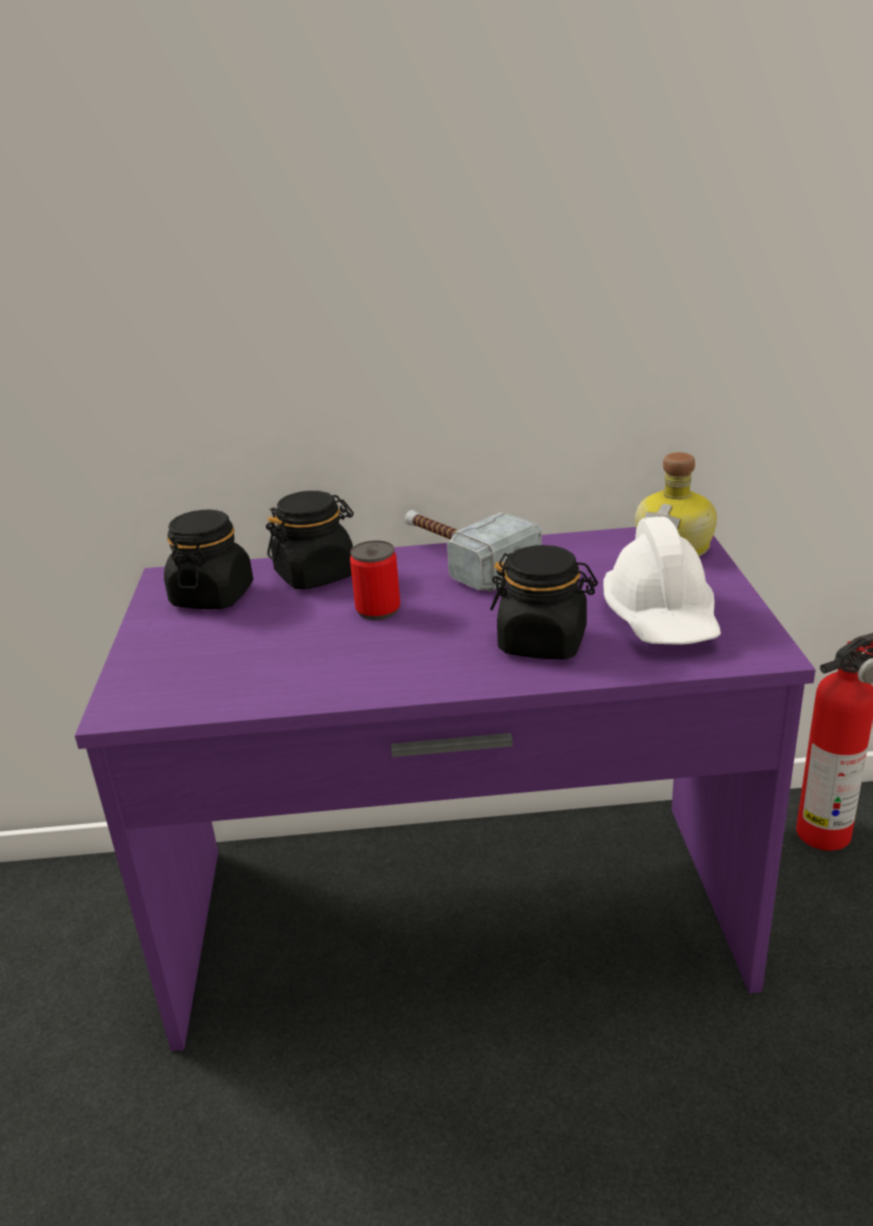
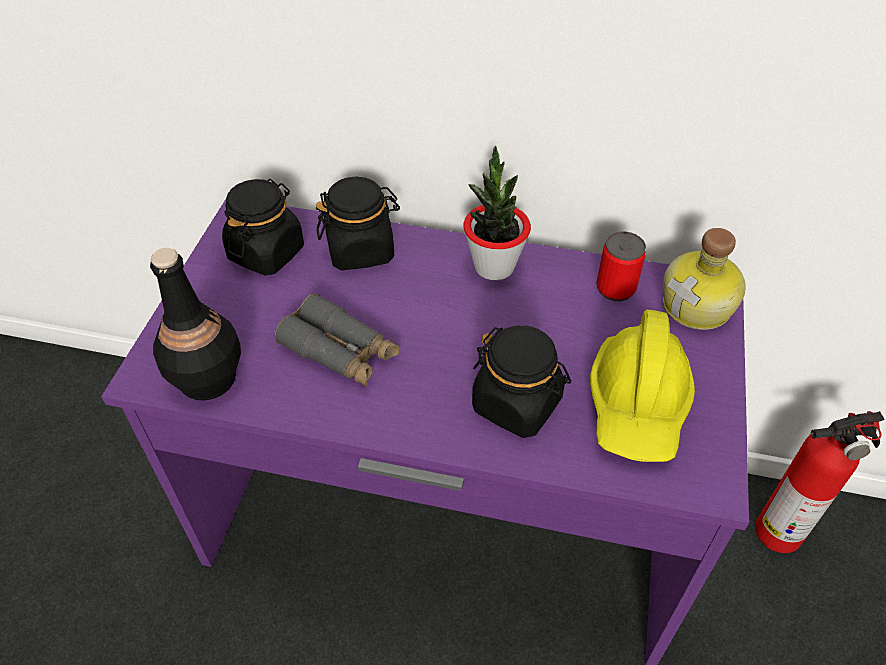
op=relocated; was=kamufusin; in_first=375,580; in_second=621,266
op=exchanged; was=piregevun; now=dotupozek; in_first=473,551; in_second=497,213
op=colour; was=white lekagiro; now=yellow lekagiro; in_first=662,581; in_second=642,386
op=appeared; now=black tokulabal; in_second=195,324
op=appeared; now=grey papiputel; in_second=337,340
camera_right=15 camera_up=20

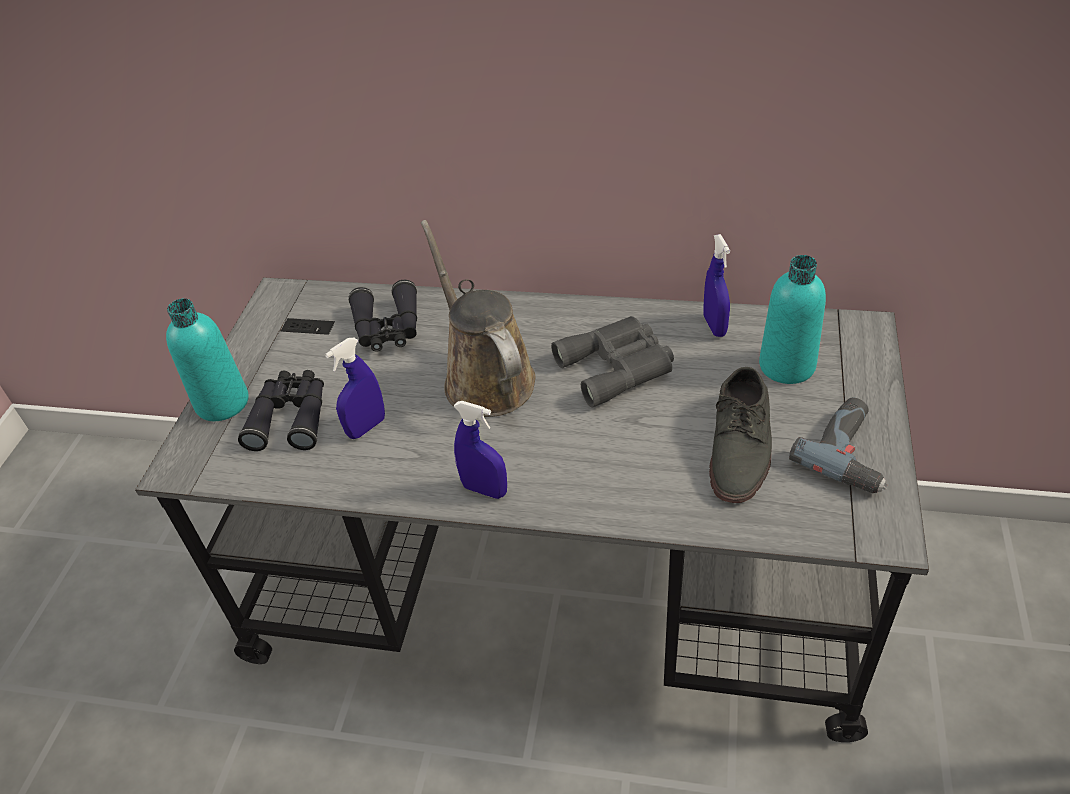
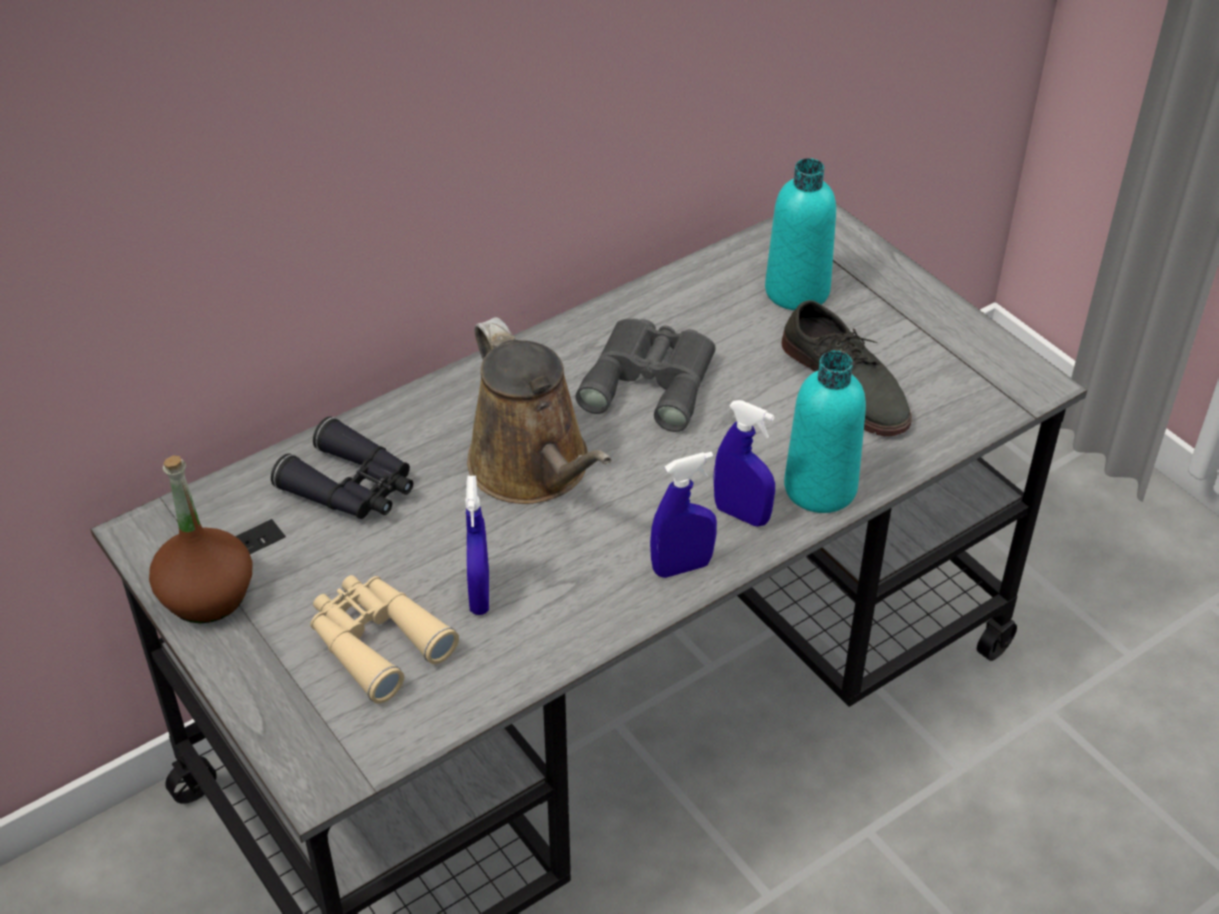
op=relocated; was=turquoise tokulabal; in_first=207,359; in_second=825,432
op=colour; was=black papiputel; now=beige papiputel; in_first=281,410; in_second=384,639
op=spun; was=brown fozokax; in_first=478,318; in_second=539,410; clockwise=-135
op=relocated; was=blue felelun; in_first=716,285; in_second=744,463
op=missing; was=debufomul; in_first=838,445
op=appeared; now=brown tokulabal; in_second=200,539
camera_right=-50 camera_up=0

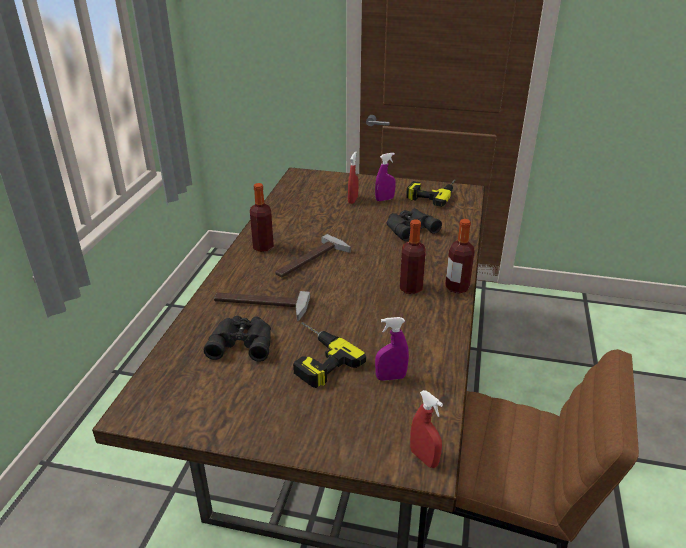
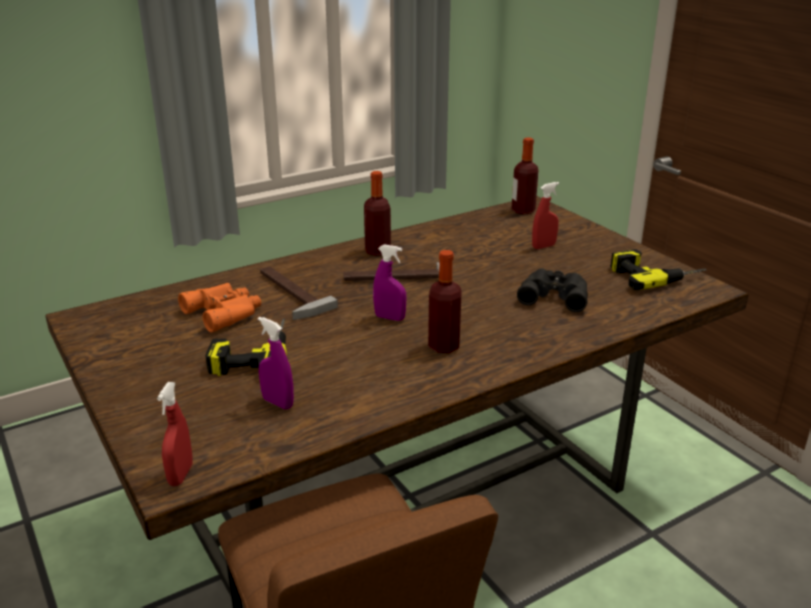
op=colour; was=black papiputel; now=orange papiputel; in_first=237,338; in_second=219,308
op=relocated; was=purple felelun; in_first=385,177; in_second=389,282
op=relocated; was=tokulabal; in_first=460,256; in_second=525,176
camera_right=45 camera_up=-5

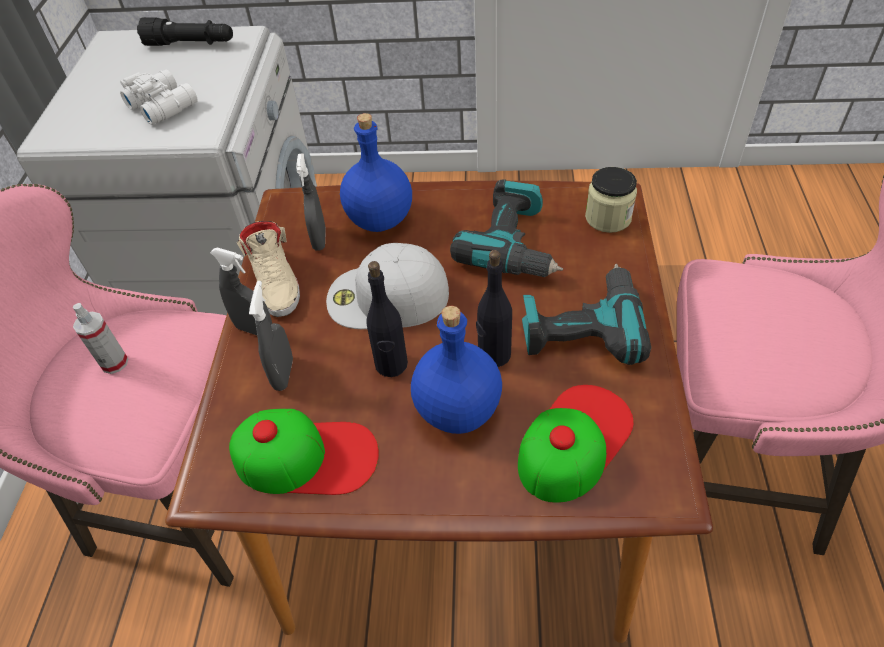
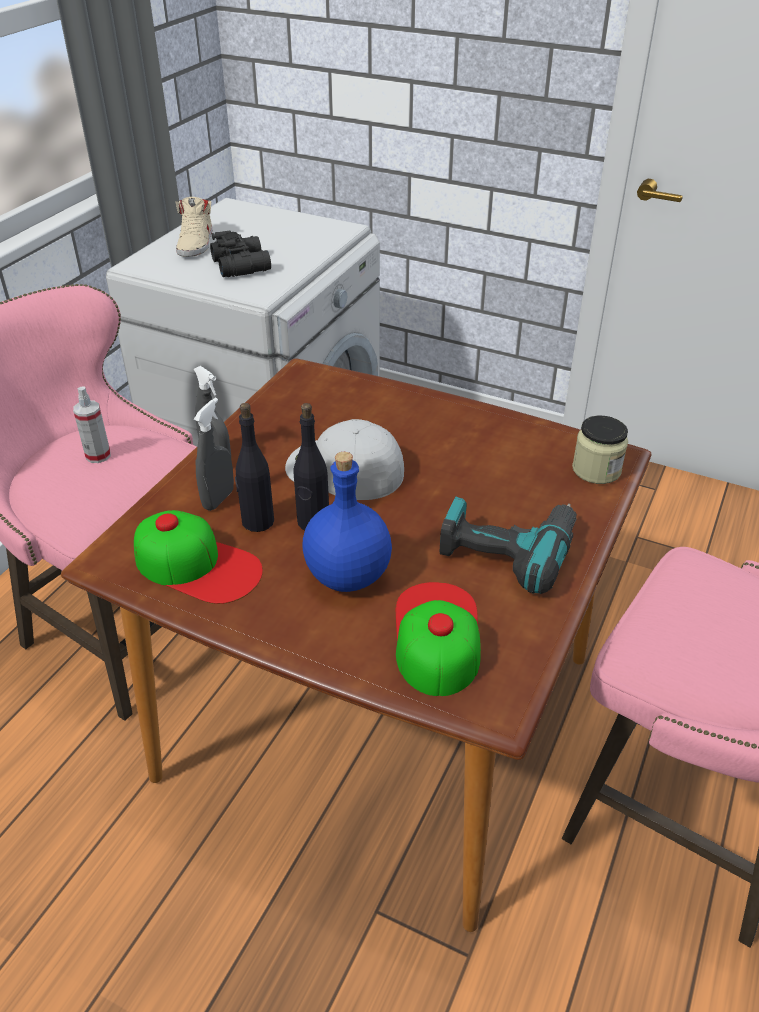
op=colour; was=white papiputel; now=black papiputel; in_first=159,97; in_second=240,254
op=missing; was=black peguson; in_first=185,31
op=relocated; was=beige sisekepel; in_first=268,269; in_second=193,227
op=missing; was=grey felelun; in_first=311,202
op=missing; was=blue tokulabal; in_first=376,172
op=missing; was=debufomul; in_first=506,228
op=relocated; was=black tokulabal; in_first=494,308; in_second=254,467
op=spun; was=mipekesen; in_first=576,444; in_second=438,639; clockwise=-60
camera_right=20 camera_up=-10

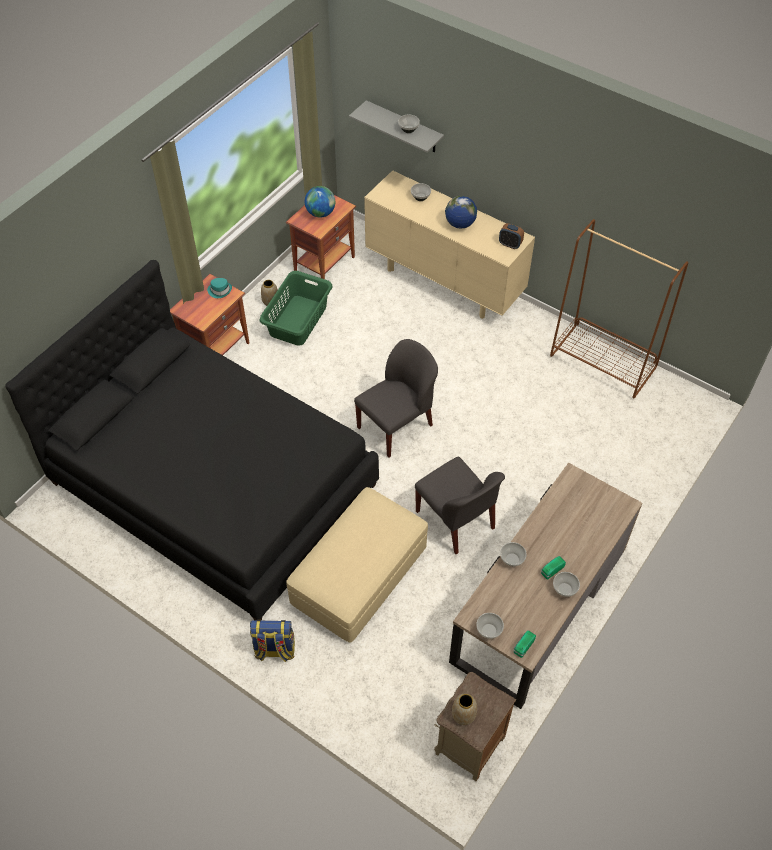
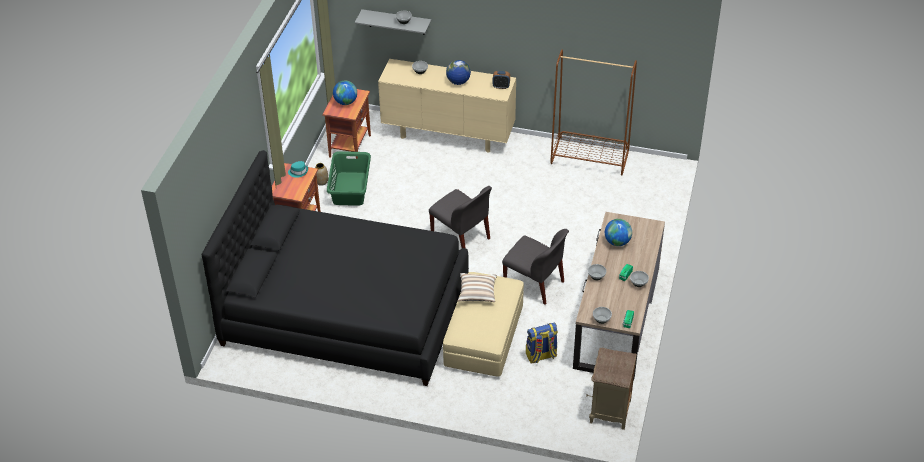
op=relocated; was=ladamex; in_first=272,641; in_second=542,343
op=spun; was=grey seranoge; in_first=396,398; in_second=460,217; clockwise=105
op=missing; was=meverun; in_first=464,709
op=appeared; now=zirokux; in_second=477,287
op=appeared; now=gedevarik; in_second=618,232
camera_right=-20 camera_up=-10

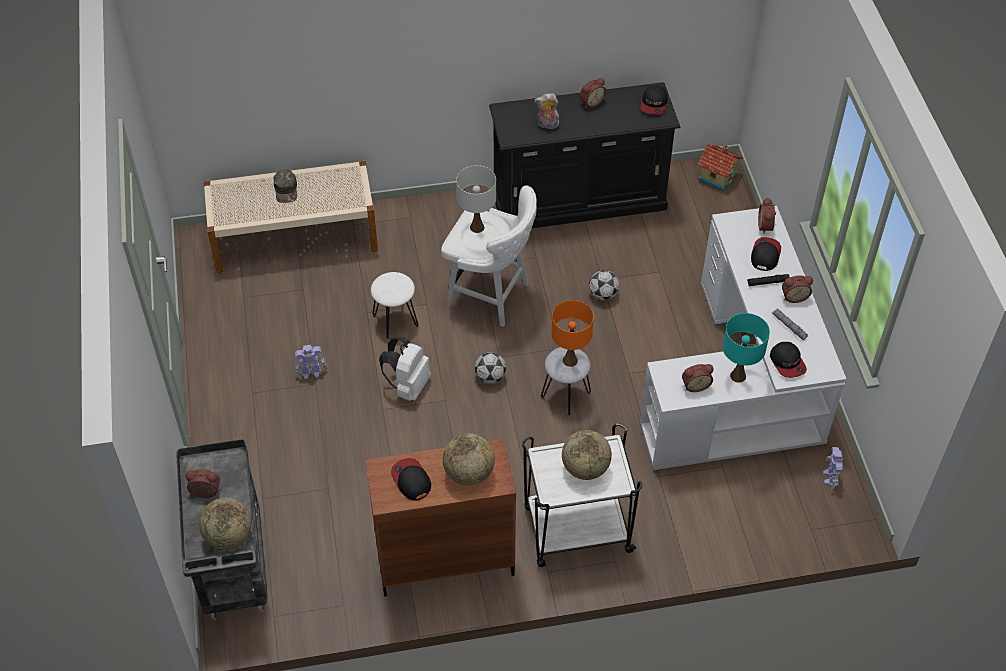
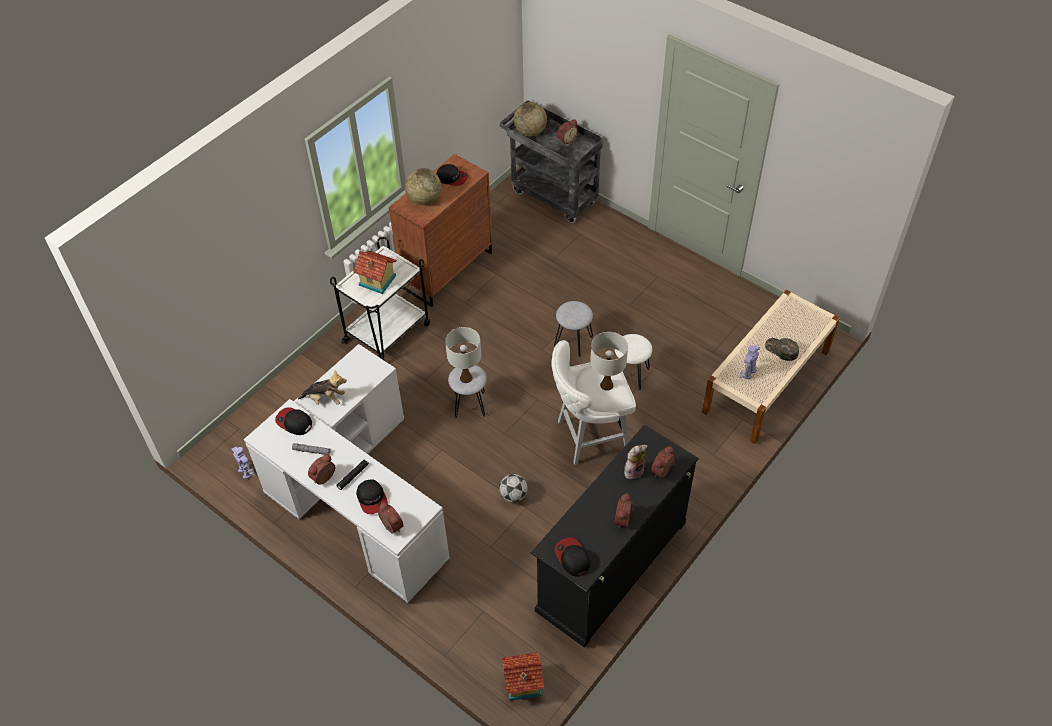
op=relocated; was=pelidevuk; in_first=311,362; in_second=750,362
op=exchanged; was=white ladamex; now=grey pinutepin; in_first=405,369; in_second=573,329
op=missing; was=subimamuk; in_first=490,368
op=colour; was=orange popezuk; now=white popezuk; in_first=572,333; in_second=463,355
op=exchanged; was=gedevarik; now=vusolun; in_first=587,455; in_second=375,272
op=relocated; was=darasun; in_first=698,378; in_second=663,462
op=exchanged; was=turquoise popezuk; now=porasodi; in_first=746,348; in_second=322,387
camera_right=140 camera_up=0

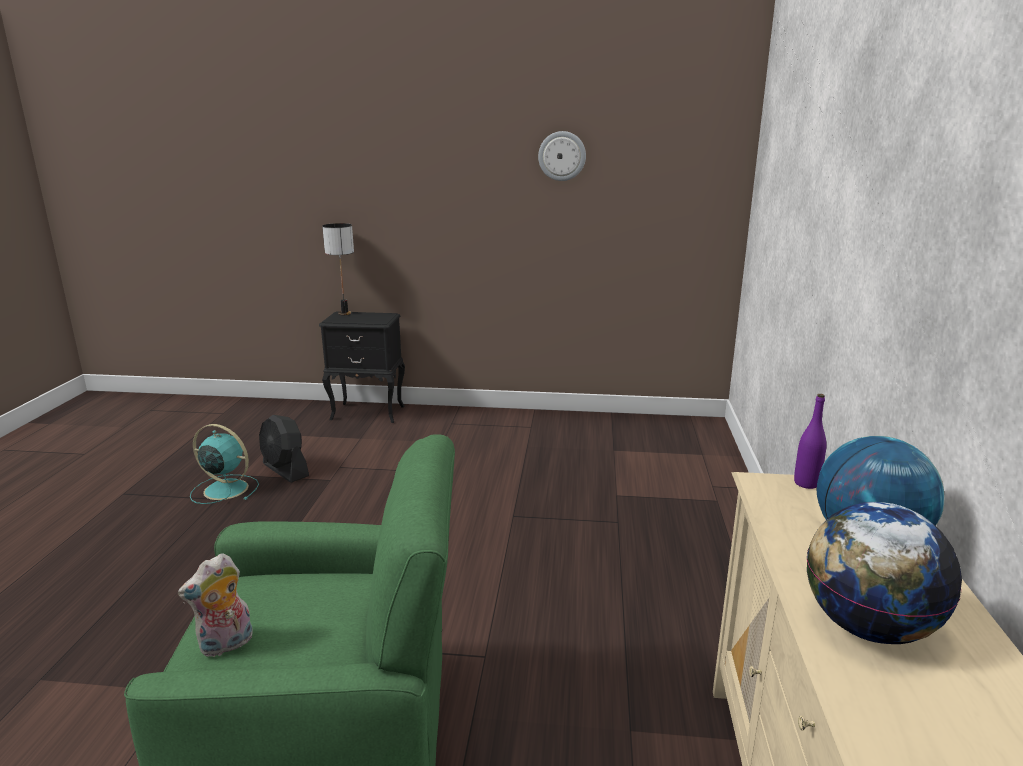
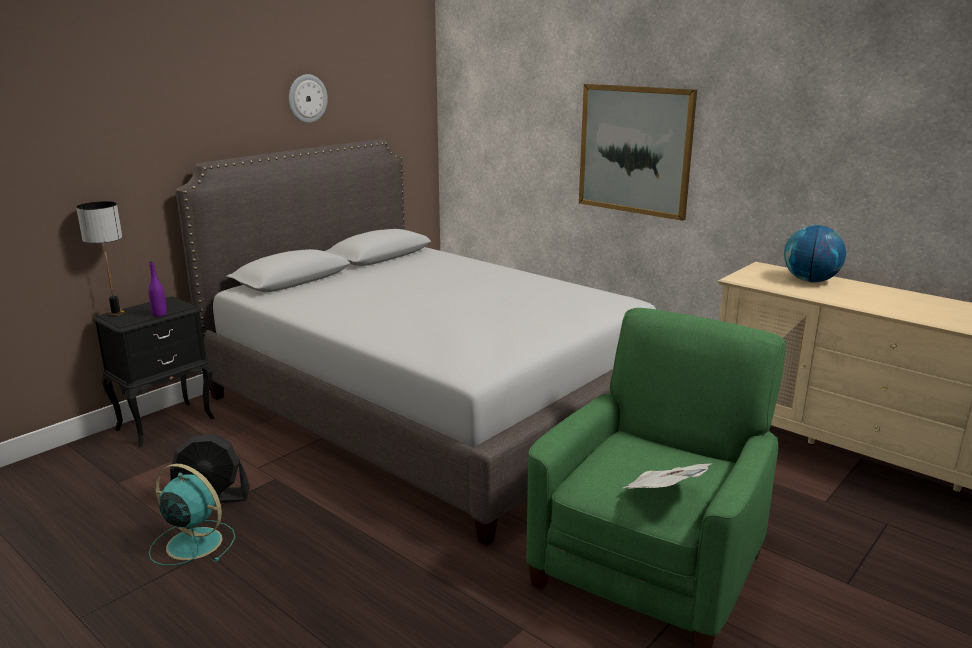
op=exchanged; was=porasodi; now=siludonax; in_first=215,605; in_second=668,476
op=spun; was=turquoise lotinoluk; in_first=224,464; in_second=192,515; clockwise=60
op=relocated; was=purple tokulabal; in_first=810,441; in_second=157,289
op=missing; was=gedevarik; in_first=884,573
op=appeared; now=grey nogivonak; in_second=415,342
op=appeared; now=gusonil; in_second=638,152
camera_right=-55 camera_up=0

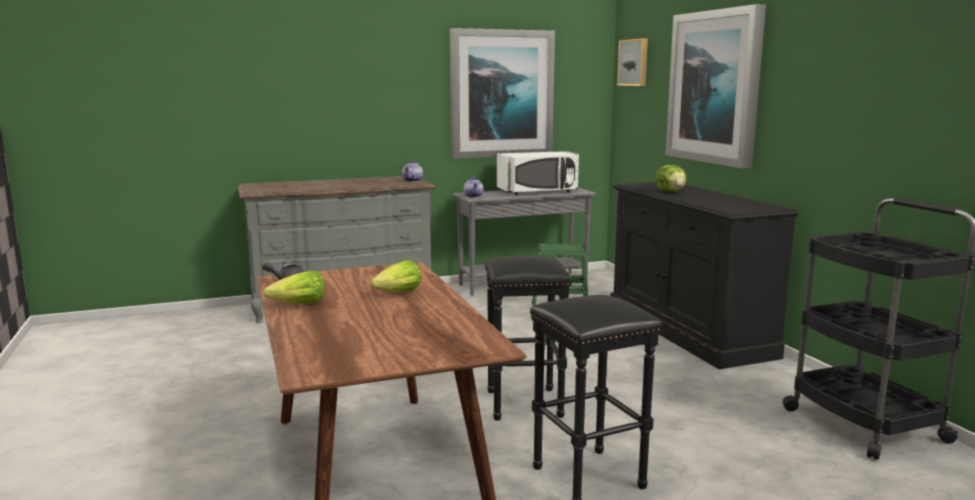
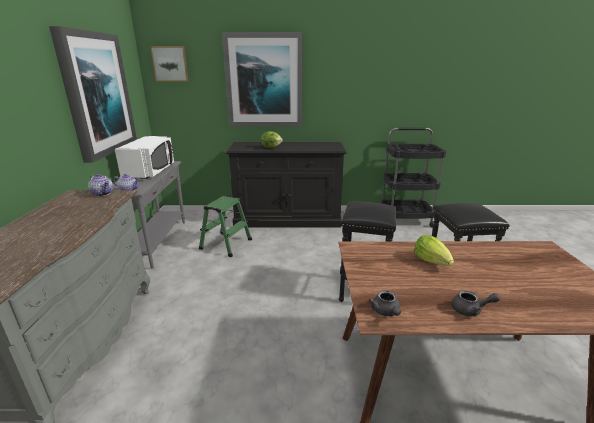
op=exchanged; was=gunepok; now=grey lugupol; in_first=294,287; in_second=475,303
camera_right=-70 camera_up=10

